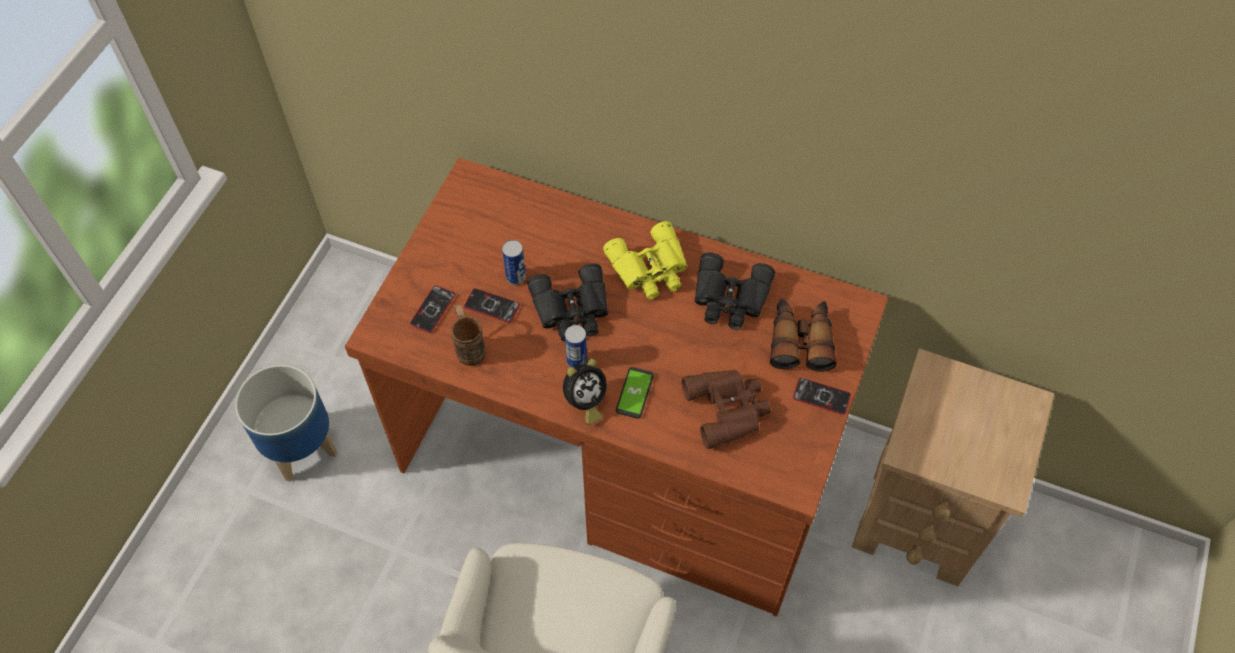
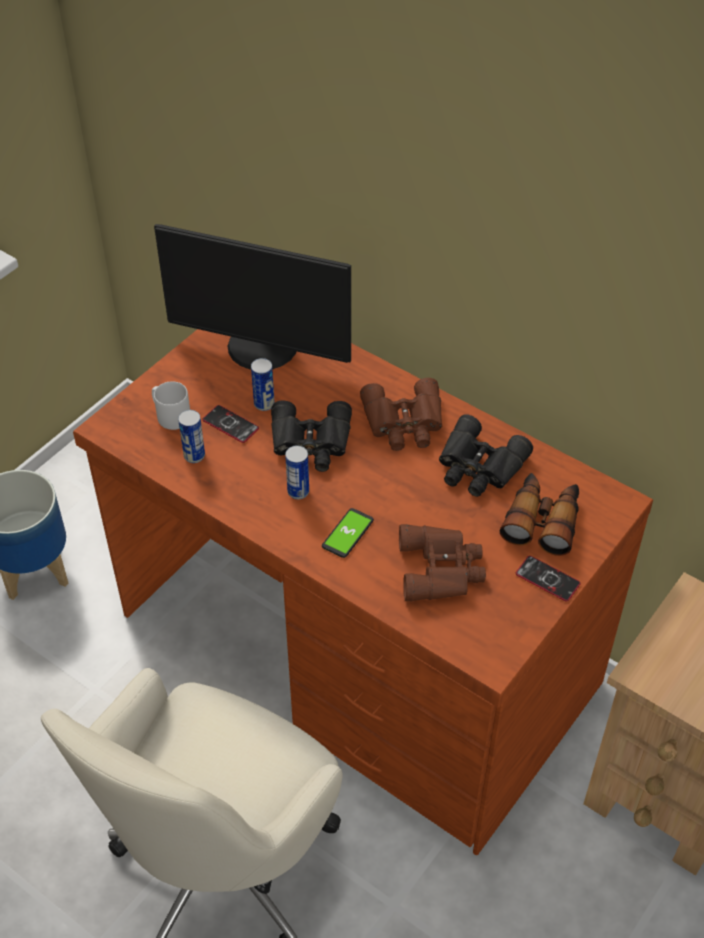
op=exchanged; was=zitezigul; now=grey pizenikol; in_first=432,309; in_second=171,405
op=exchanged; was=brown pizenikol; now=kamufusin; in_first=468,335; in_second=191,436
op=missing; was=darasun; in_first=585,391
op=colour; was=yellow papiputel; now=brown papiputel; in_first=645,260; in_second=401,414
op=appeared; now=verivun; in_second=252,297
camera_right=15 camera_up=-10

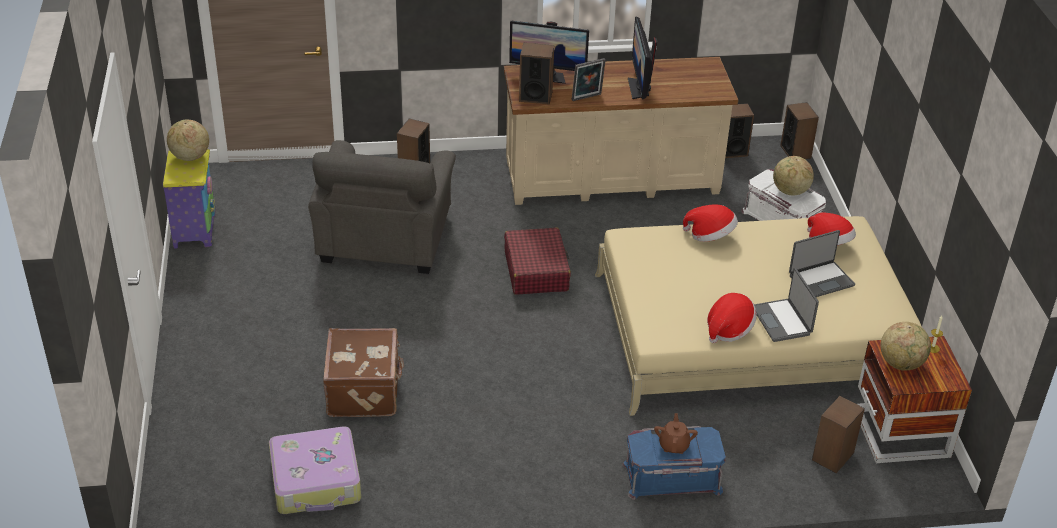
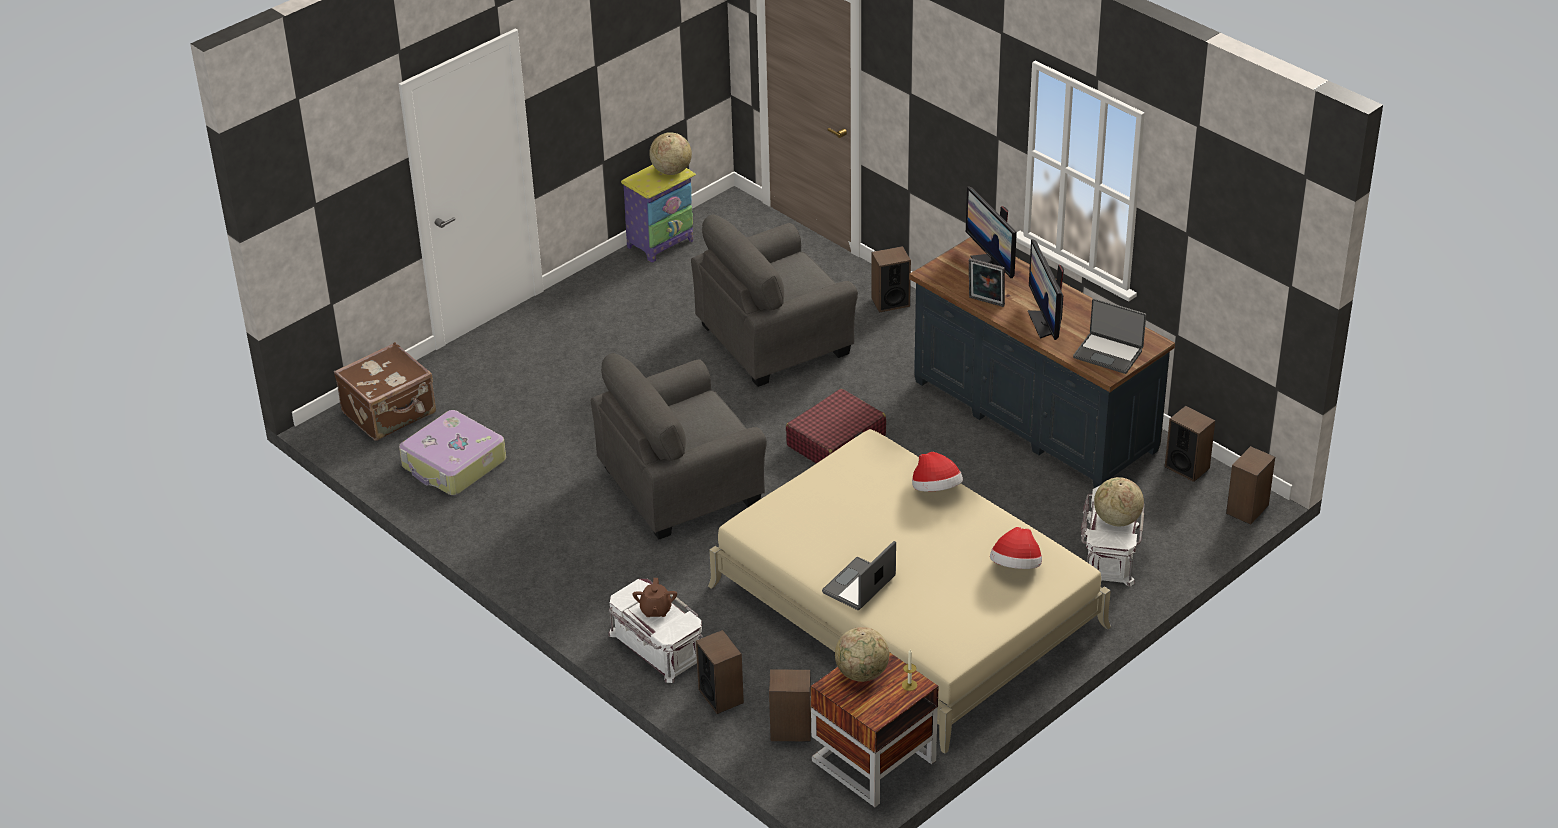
op=relocated; was=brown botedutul; in_first=363,372; in_second=385,391
op=colour; was=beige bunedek; now=blue bunedek; in_first=621,131; in_second=1042,362
op=relocated; was=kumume; in_first=536,74; in_second=720,672
op=colour; was=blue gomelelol; now=white gomelelol; in_first=674,463; in_second=656,631
op=spun; was=verivun; in_first=642,58; in_second=1046,289; clockwise=-60
op=spun; was=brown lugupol; in_first=676,433; in_second=655,597; clockwise=120
op=missing; was=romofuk; in_first=732,318
op=relocated; was=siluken; in_first=822,263; in_second=1109,336
op=appeared; now=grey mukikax; in_second=679,446
camera_right=55 camera_up=0

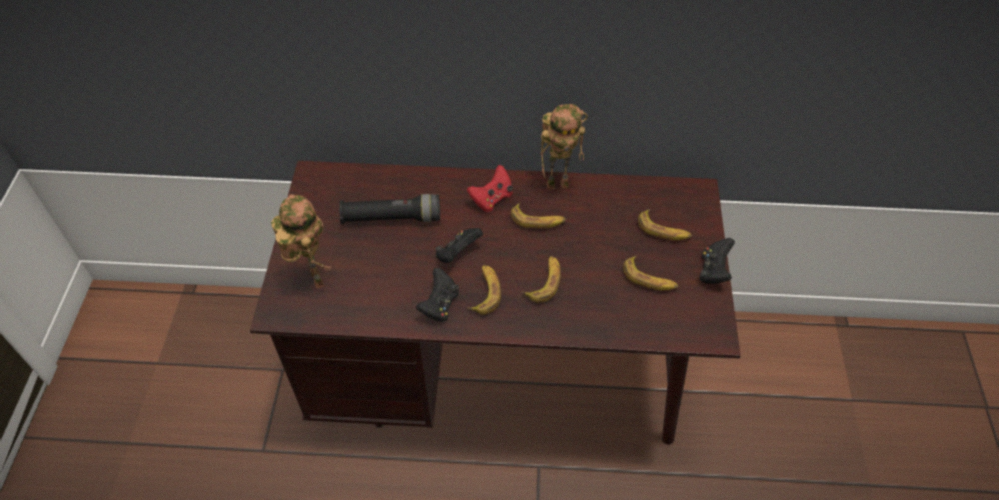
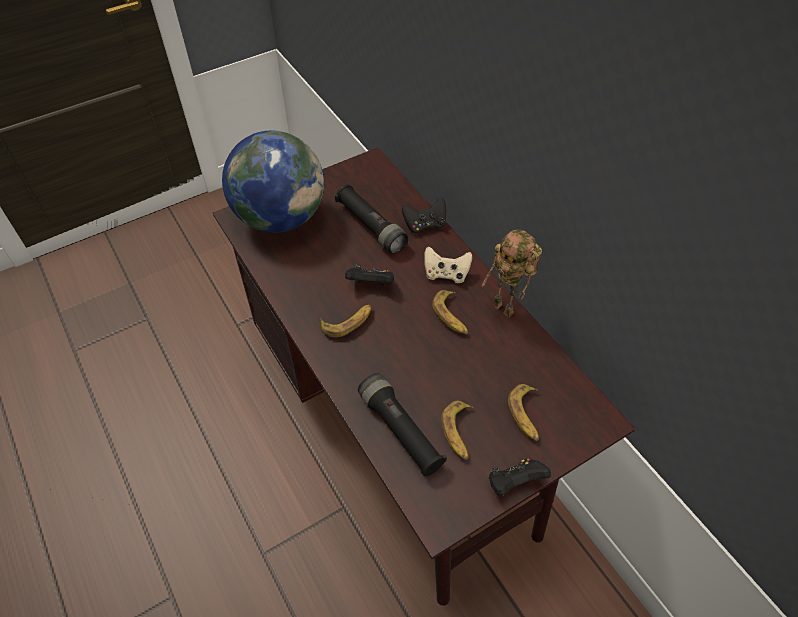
op=exchanged; was=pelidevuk; now=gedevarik; in_first=301,241; in_second=273,182
op=relocated; was=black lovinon; in_first=437,295; in_second=424,215
op=colour; was=red lovinon; now=beige lovinon; in_first=490,188; in_second=448,264
op=missing; was=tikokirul; in_first=541,279
op=appeared; now=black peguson; in_second=402,425
camera_right=55 camera_up=0

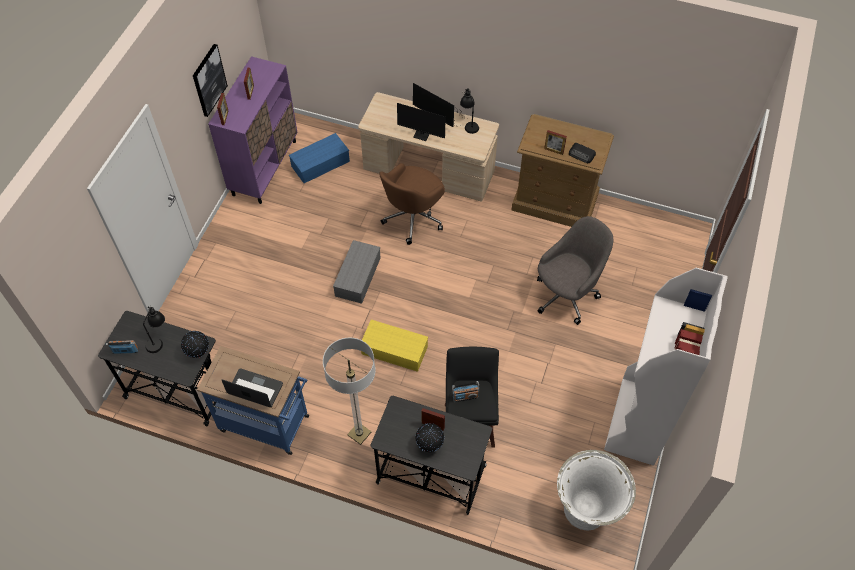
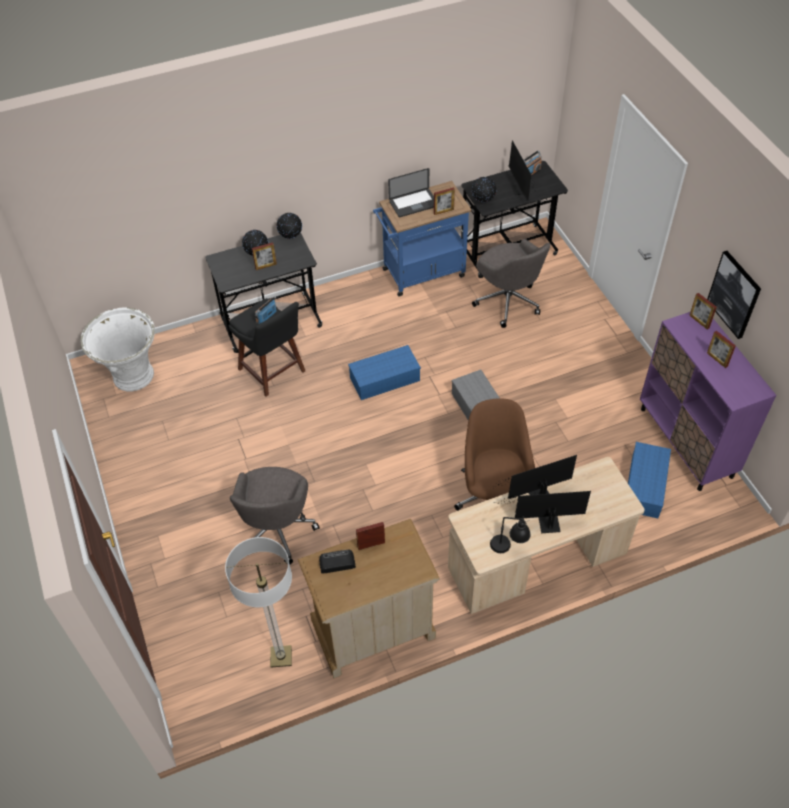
op=exchanged; was=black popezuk; now=verivun; in_first=154,329; in_second=522,170
op=relocated; was=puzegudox; in_first=349,391; in_second=258,602
op=colour; was=yellow gomelelol; now=blue gomelelol; in_first=394,346; in_second=384,372
op=missing; was=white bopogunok; in_first=666,366
op=appeared; now=gedevarik; in_second=289,226
op=appeared; now=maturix; in_second=444,201
op=appeared; now=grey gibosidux; in_second=511,283
camera_right=140 camera_up=-5

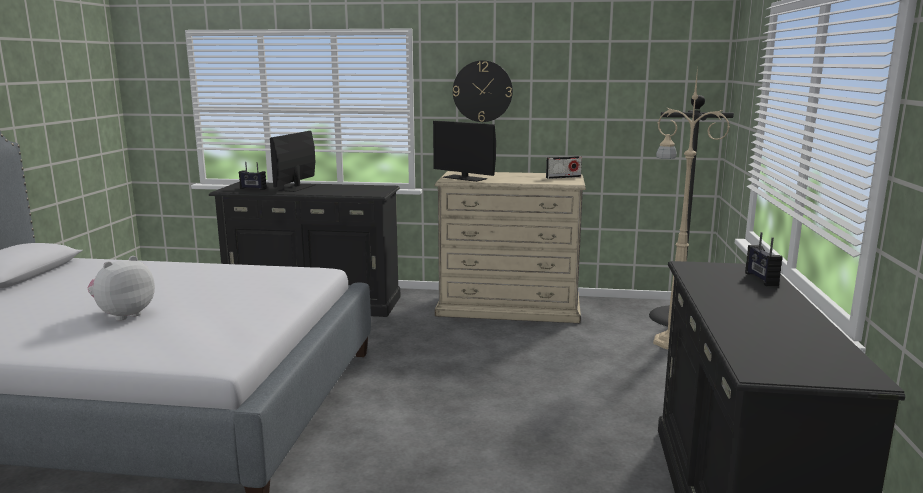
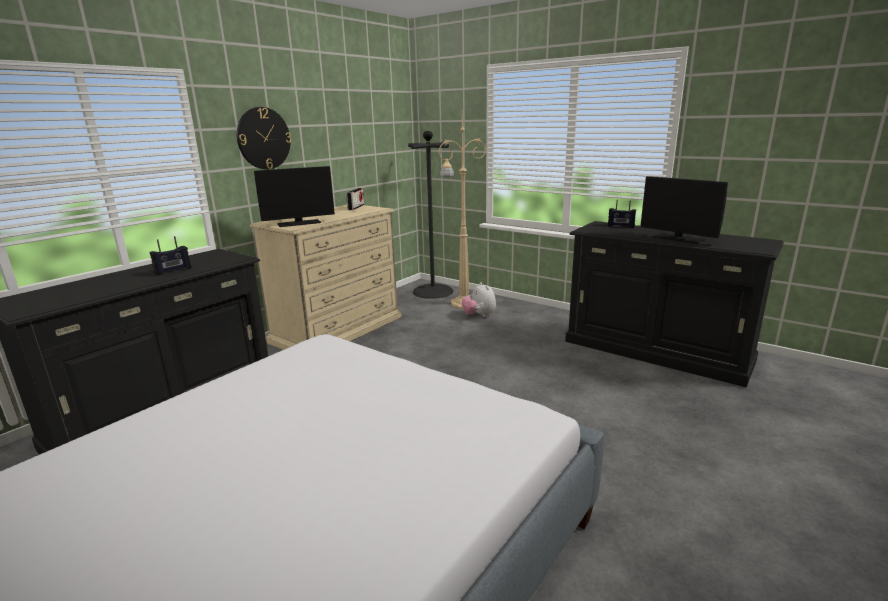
op=relocated; was=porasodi; in_first=121,288; in_second=479,299
op=relocated; was=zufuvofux; in_first=253,176; in_second=170,255
op=relocated; was=verivun; in_first=293,161; in_second=684,210
camera_right=-60 camera_up=5

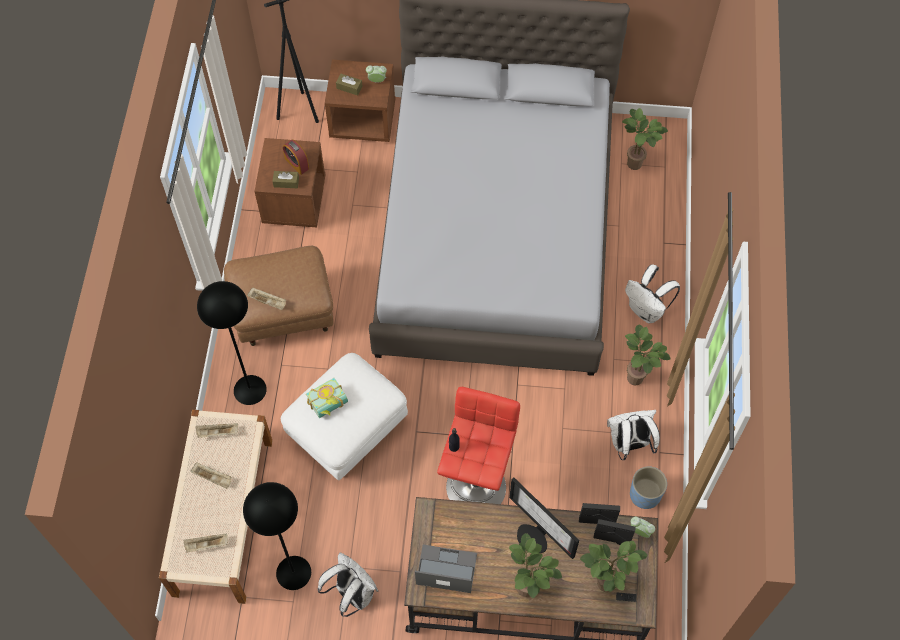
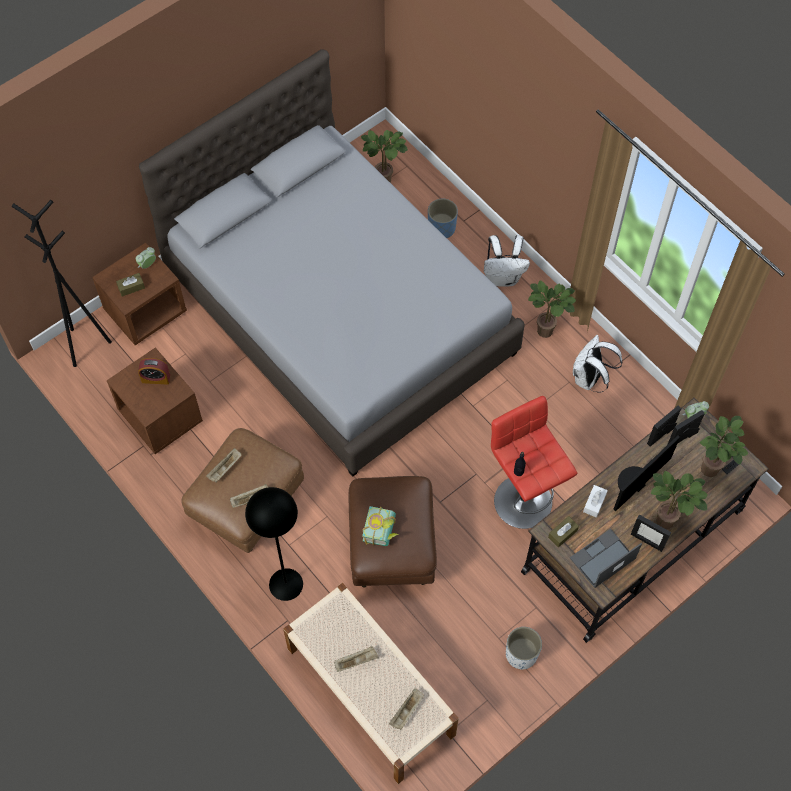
op=relocated; was=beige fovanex; in_first=217,430; in_second=224,465
op=missing; was=black puzegudox; in_first=277,536
op=relocated; was=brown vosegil; in_first=285,179; in_second=563,531
op=colour; was=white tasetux; now=brown tasetux; in_first=344,416; in_second=393,532
op=exchanged; was=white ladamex; now=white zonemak; in_first=348,584; in_second=524,648
op=spun; was=verivun; in_first=544,518; in_second=646,473; clockwise=135
op=relocated; was=blue zonemak; in_first=648,487; in_second=443,218
op=appeared; now=white vosegil; in_second=595,501
op=appeared; now=maturix; in_second=651,533
camera_right=-45 camera_up=0

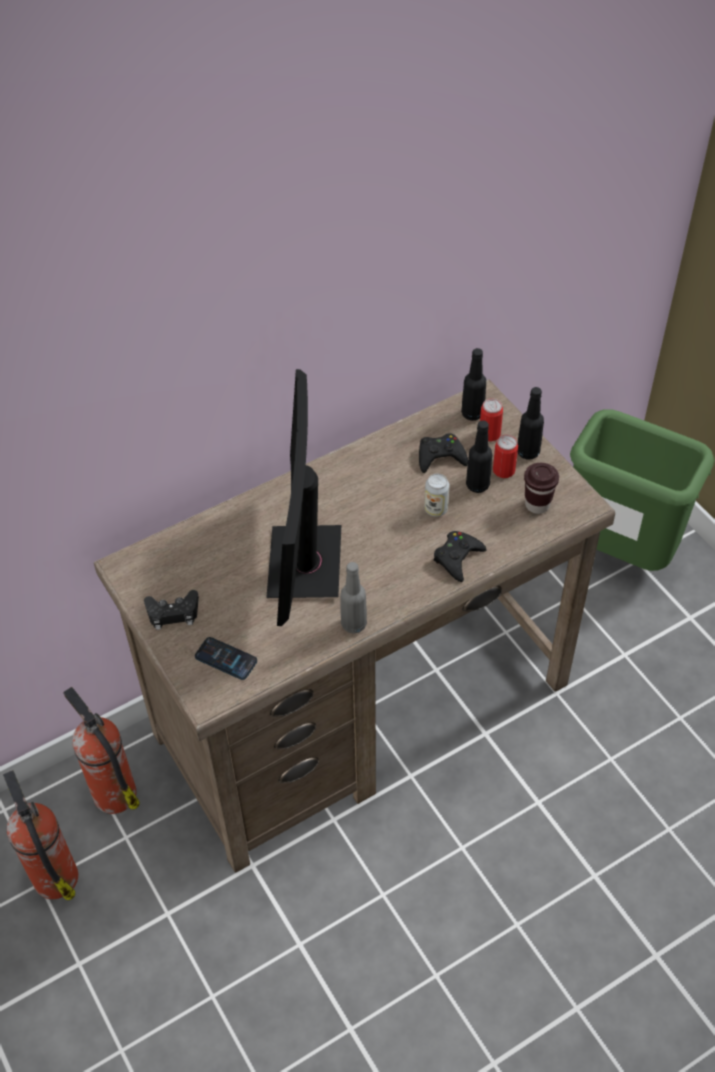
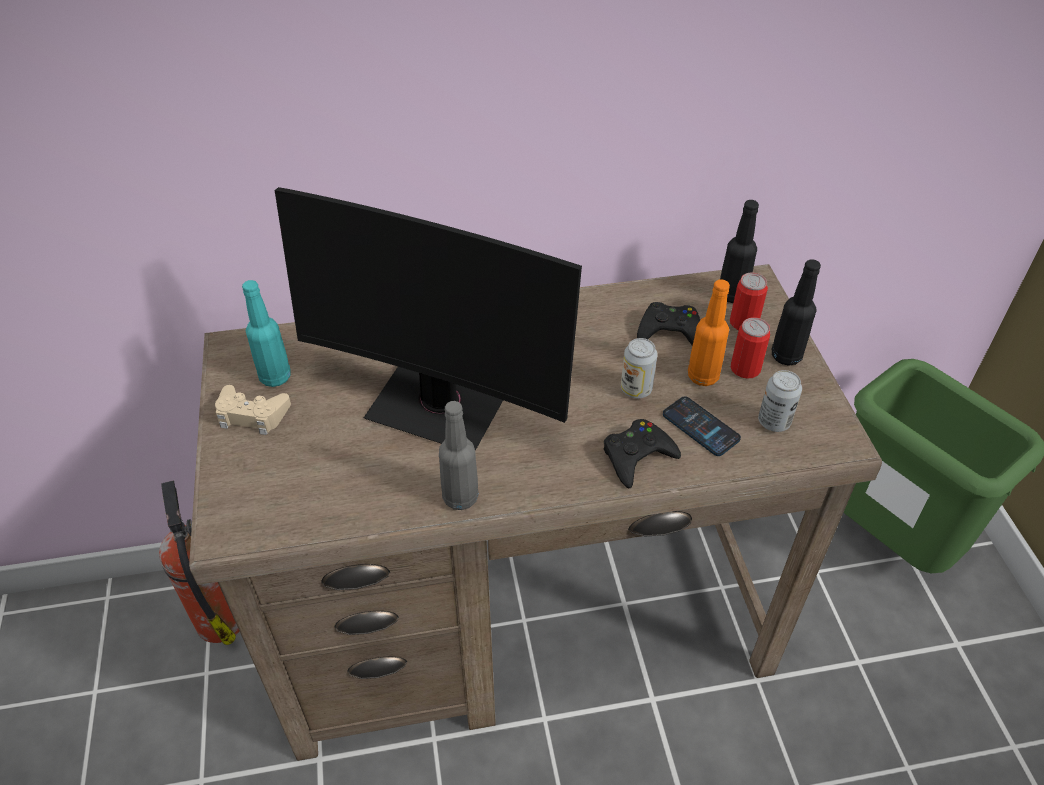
op=missing; was=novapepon; in_first=40,835
op=colour; was=black lovinon; now=beige lovinon; in_first=171,610; in_second=253,410
op=relocated; was=zitezigul; in_first=226,658; in_second=702,426
op=spun; was=verivun; in_first=303,497; in_second=428,319; clockwise=-90
op=colour; was=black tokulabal; now=orange tokulabal; in_first=479,457; in_second=709,332
op=exchanged; was=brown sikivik; now=kamufusin; in_first=541,488; in_second=780,401
op=appeared; now=turquoise tokulabal; in_second=266,333
camera_right=20 camera_up=-5

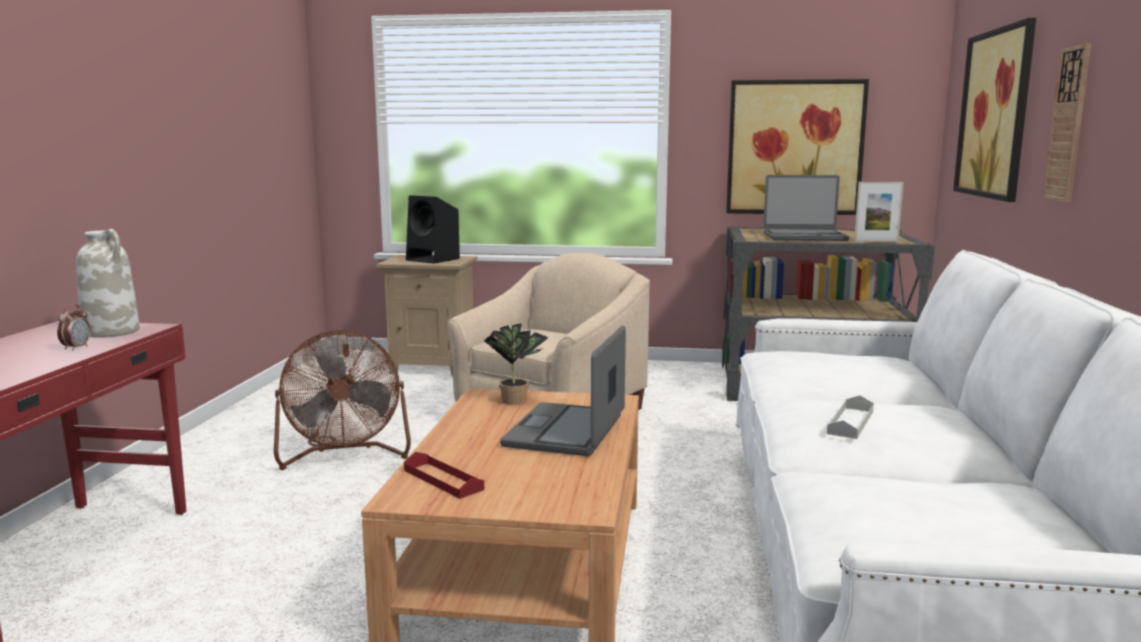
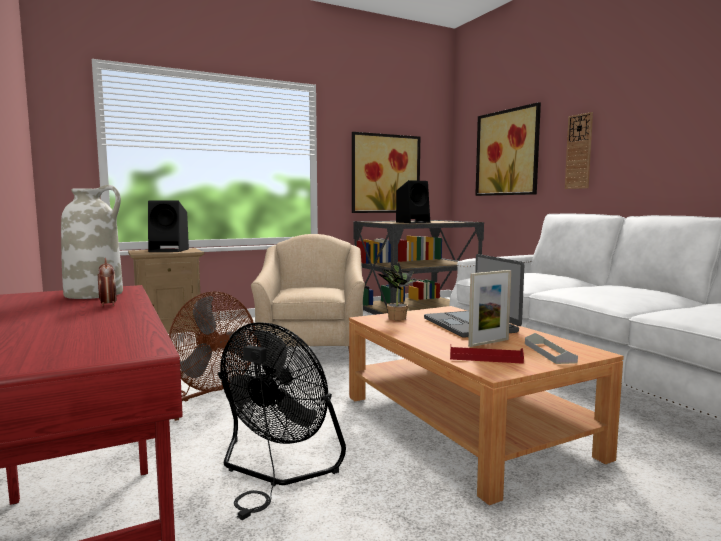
op=exchanged; was=siluken; now=black kumume; in_first=806,208; in_second=413,201
op=relocated; was=grey fovanex; in_first=850,417; in_second=551,348
op=relocated; was=maturix; in_first=879,212; in_second=489,308
op=appeared; now=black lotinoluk; in_second=282,421
camera_right=-35 camera_up=-5

